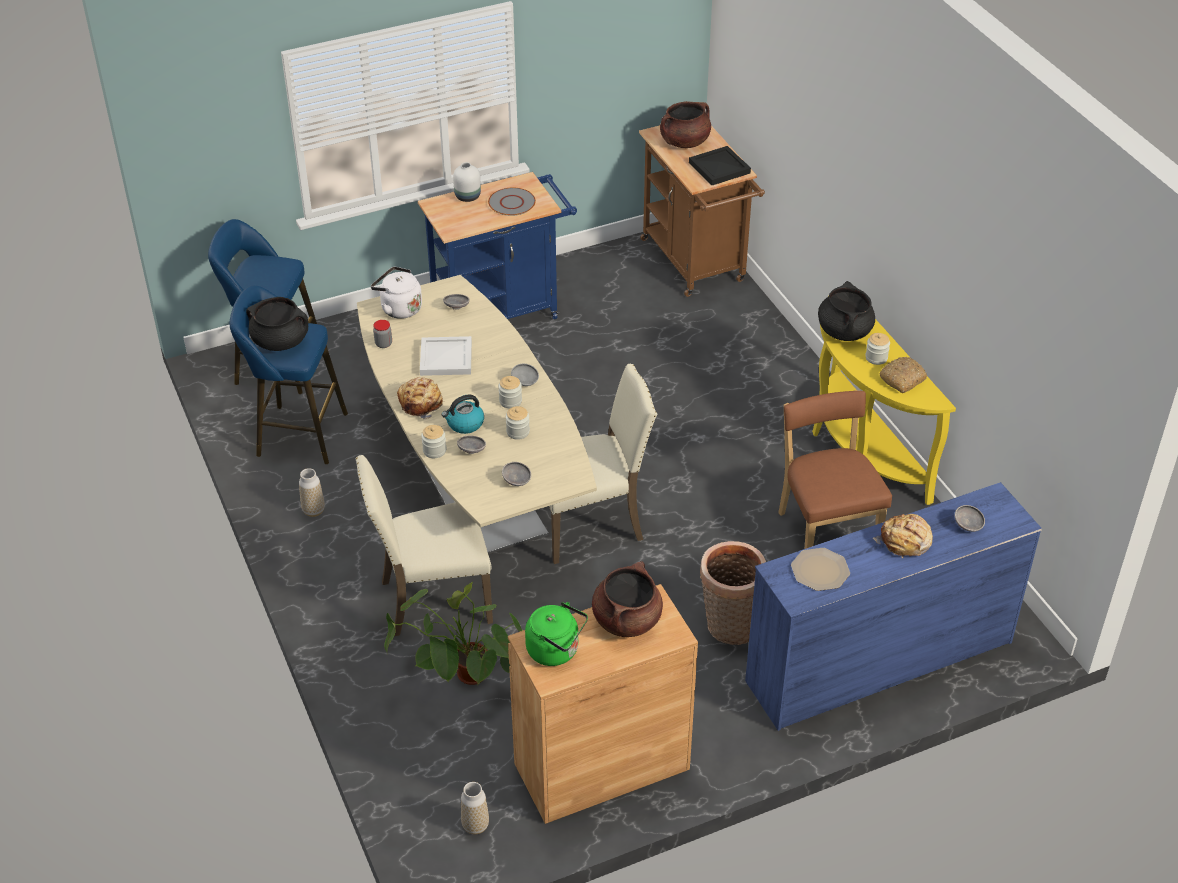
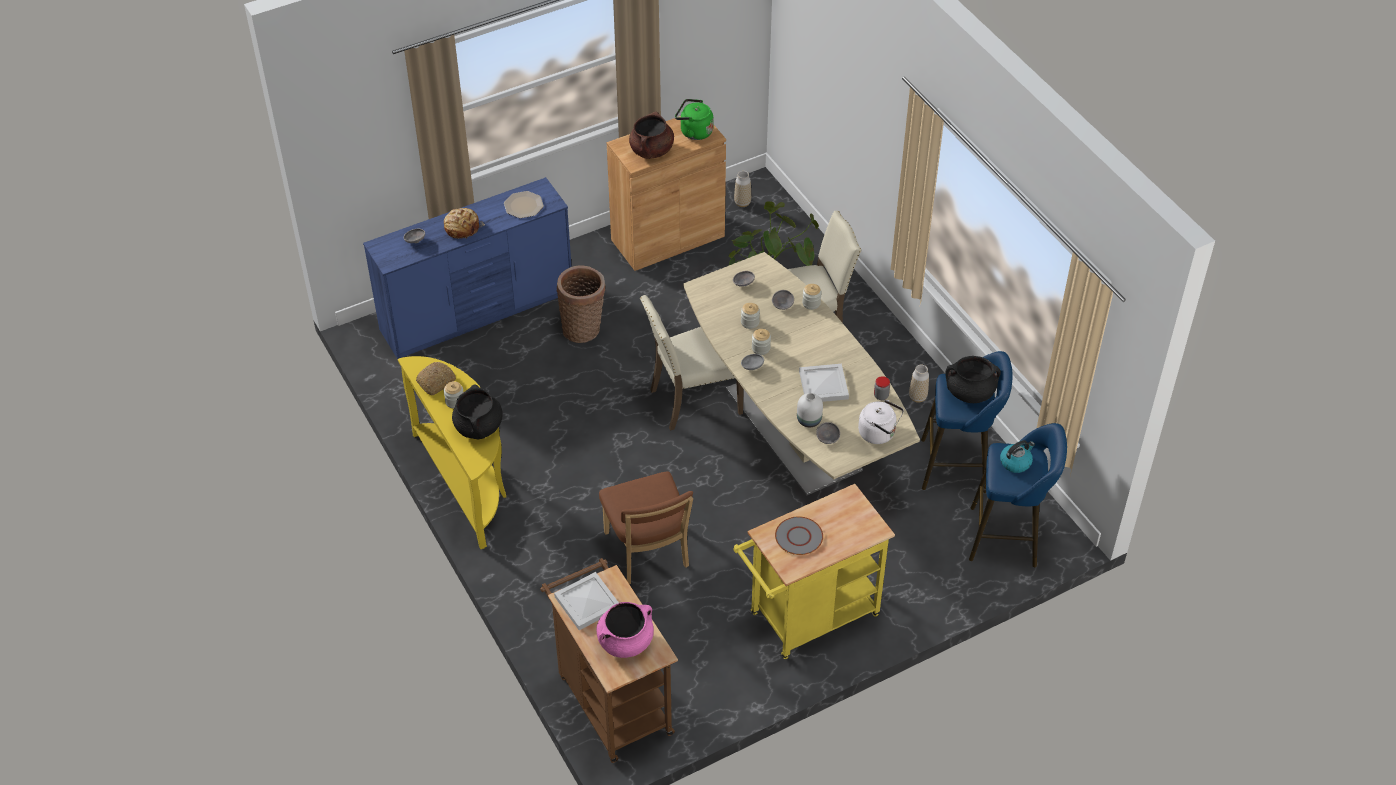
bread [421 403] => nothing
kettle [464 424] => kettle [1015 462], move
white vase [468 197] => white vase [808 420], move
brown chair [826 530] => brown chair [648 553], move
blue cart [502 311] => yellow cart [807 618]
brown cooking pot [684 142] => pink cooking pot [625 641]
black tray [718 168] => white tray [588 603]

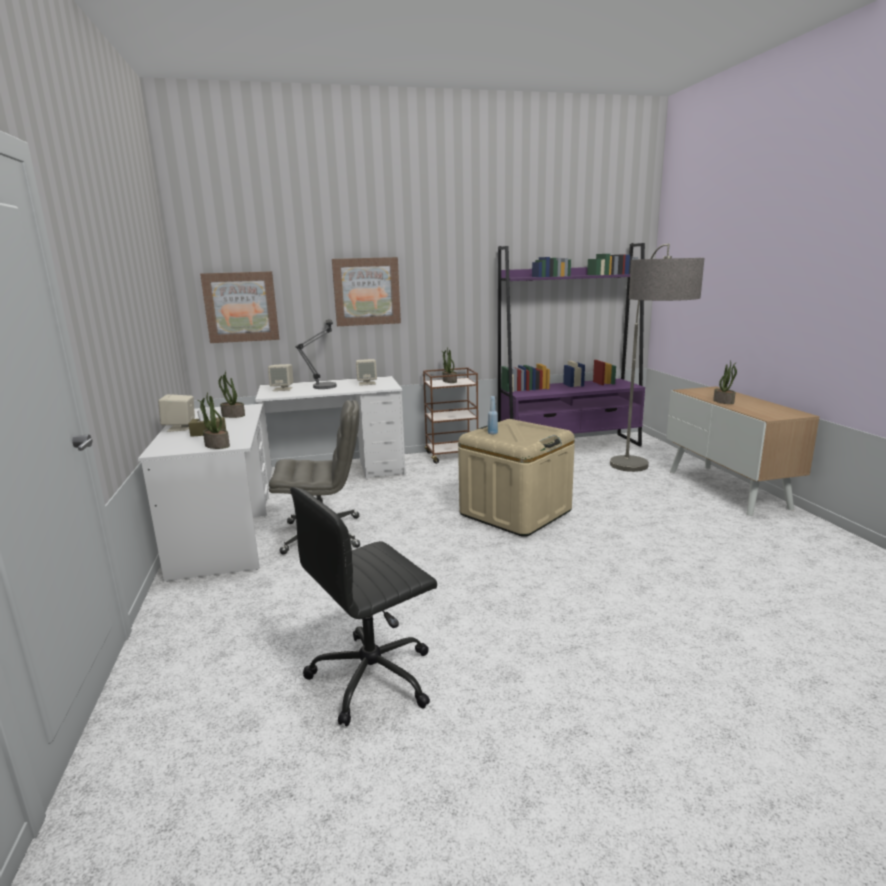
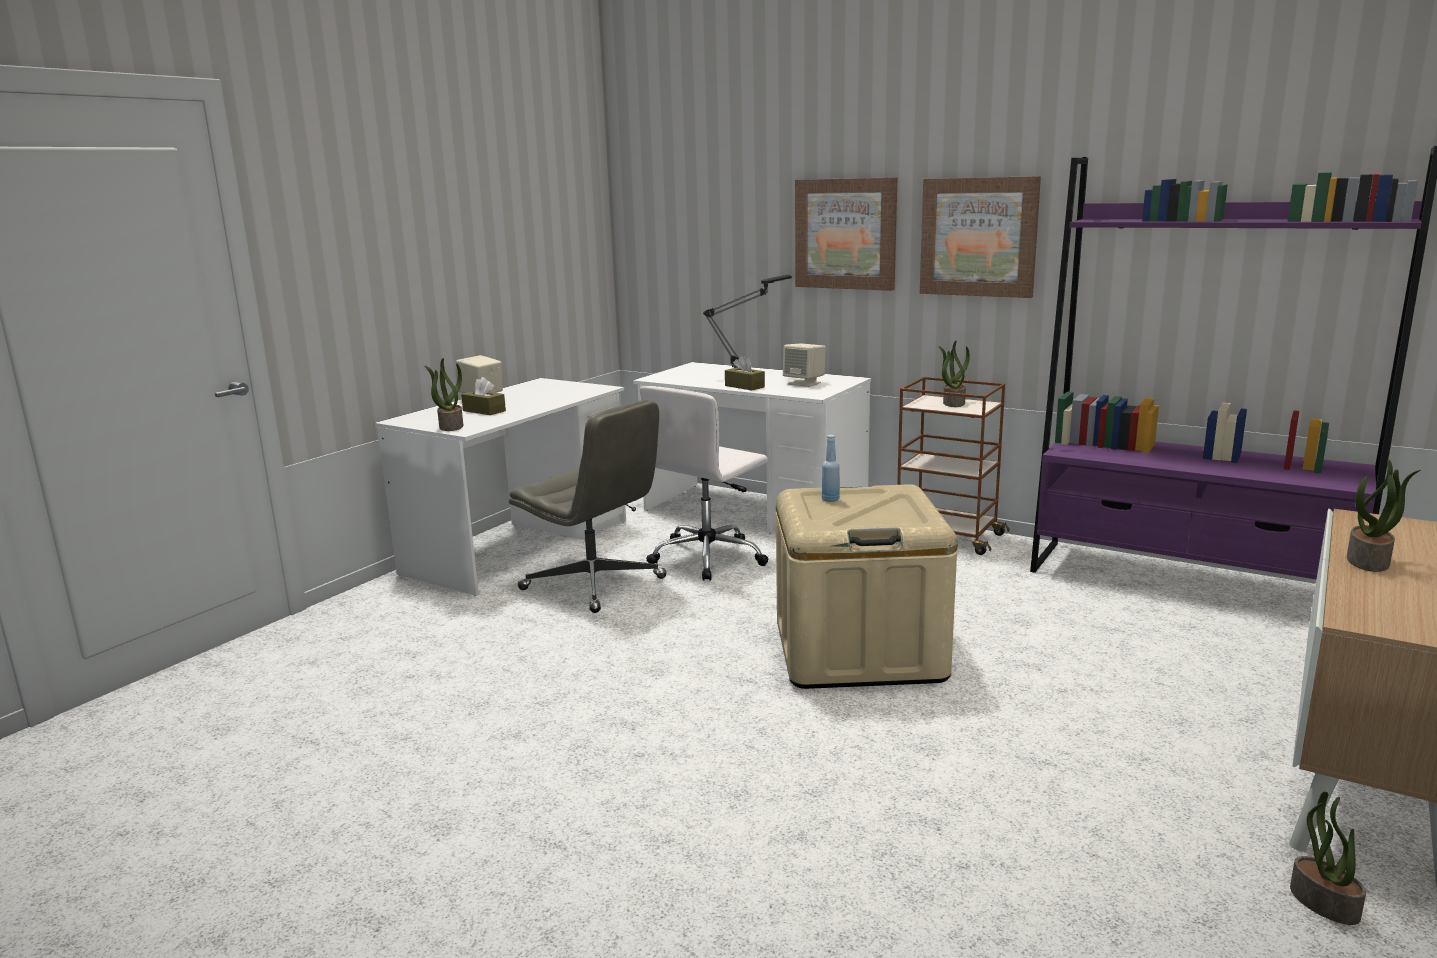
beige speaker [283 389] => nothing
black office chair [374 677] => nothing
floor lamp [641 481] => nothing
nothing => white office chair [709 557]
nothing => brown tissue box [744 386]
picture [241 307] => picture [978 237], move
potted plant [232 415] => potted plant [1322 903], move

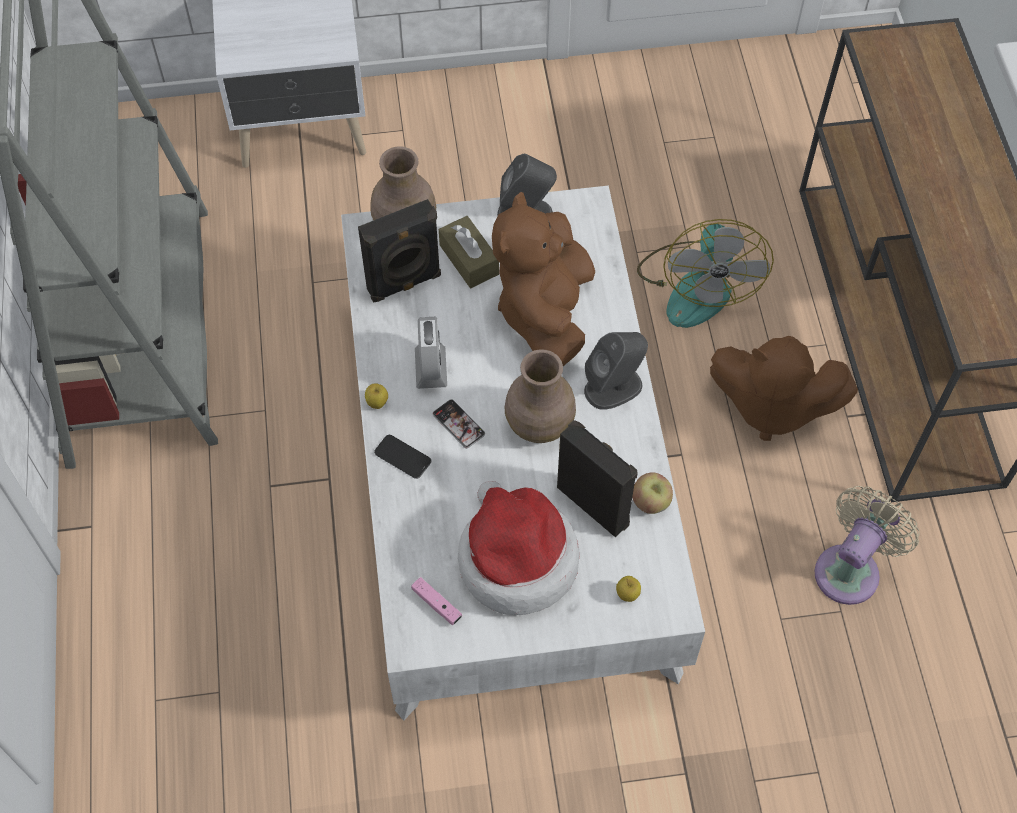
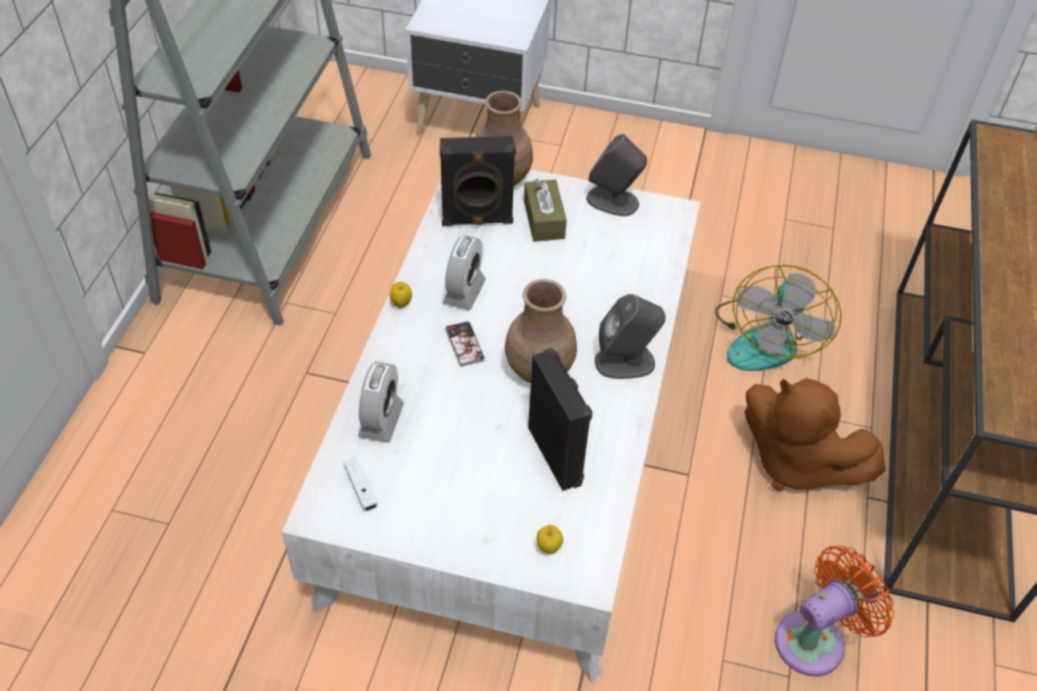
phone [402 457] => nothing
hat [515 559] => nothing
brown plush toy [545 312] => nothing
apple [651 502] => nothing
nothing => alarm clock [381 420]
pink game controller [436 604] => white game controller [360 488]
beige fan [851 569] => orange fan [816 639]

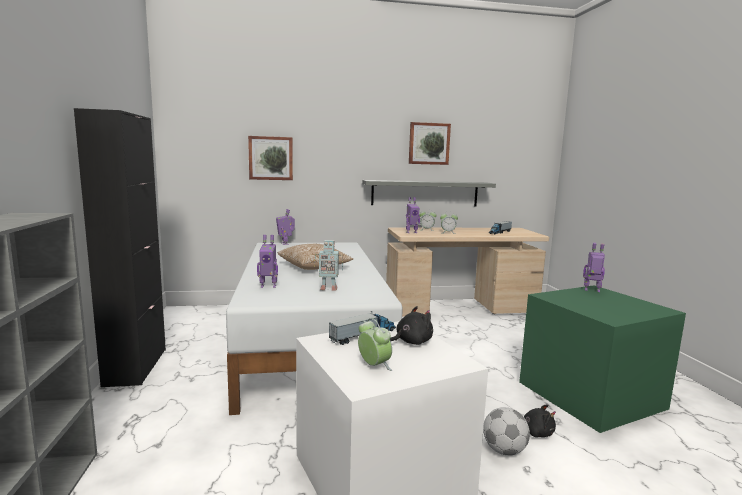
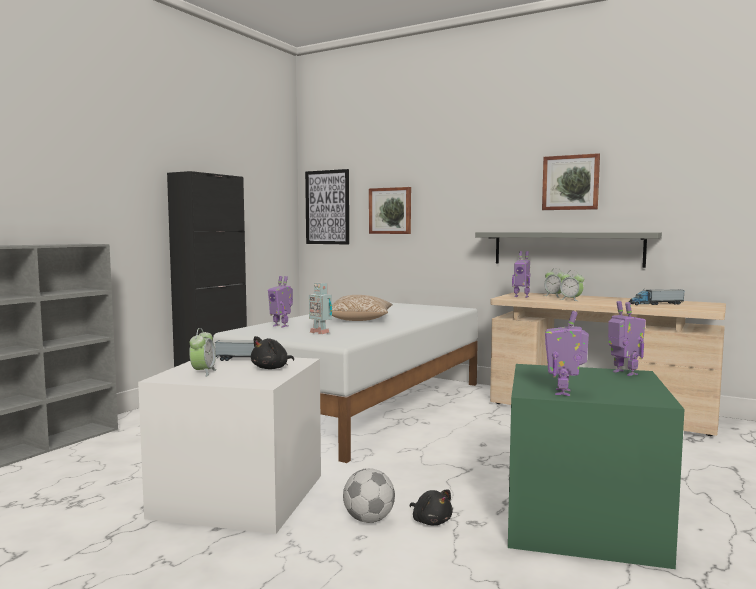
nothing => picture [327 207]
toy robot [285 243] => toy robot [564 392], move
black plush toy [411 342] => black plush toy [272 368], 120 degrees clockwise

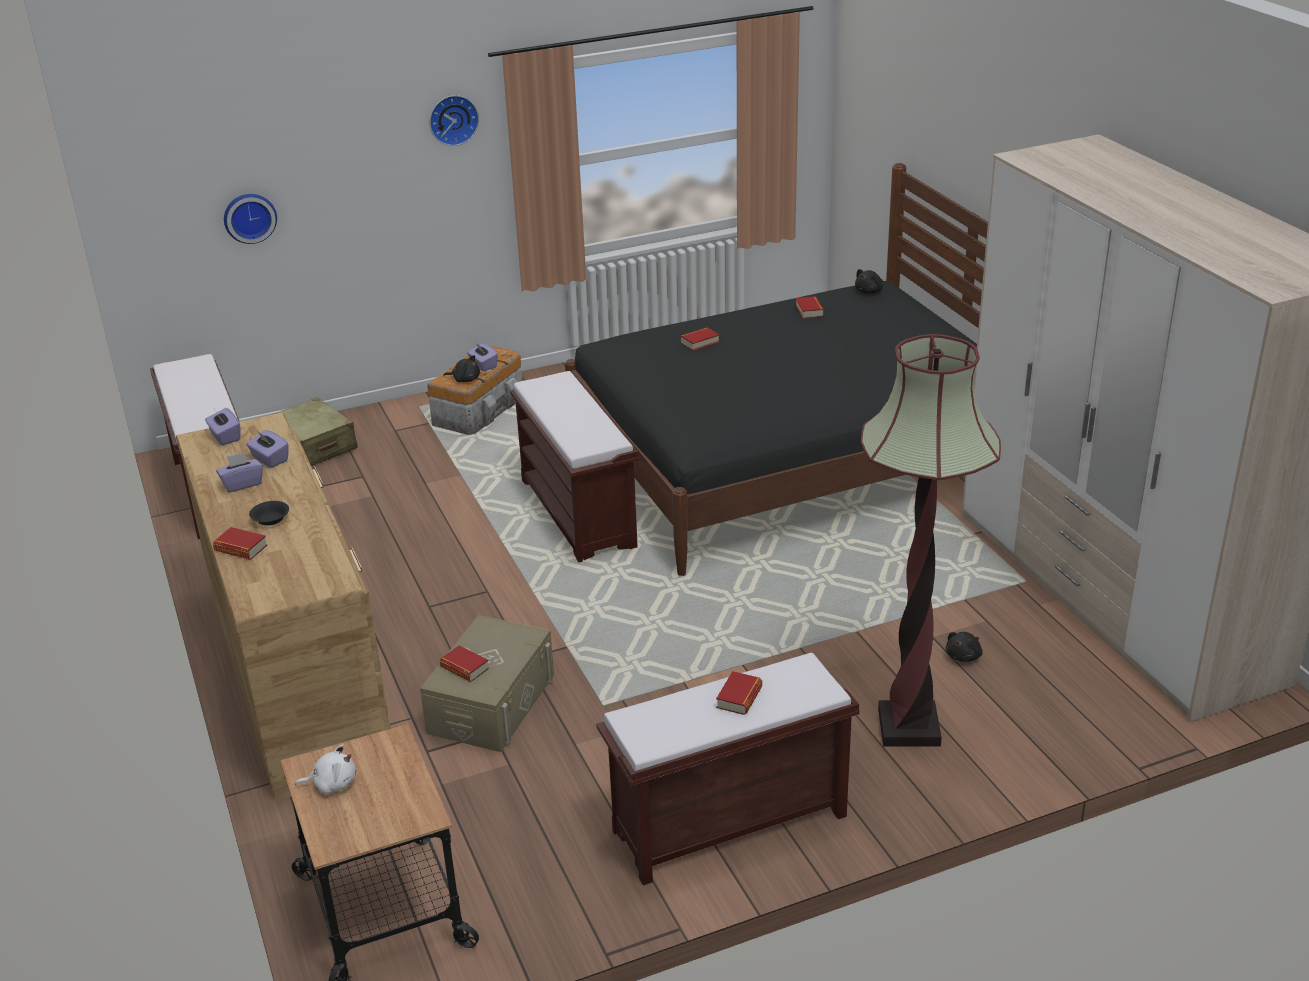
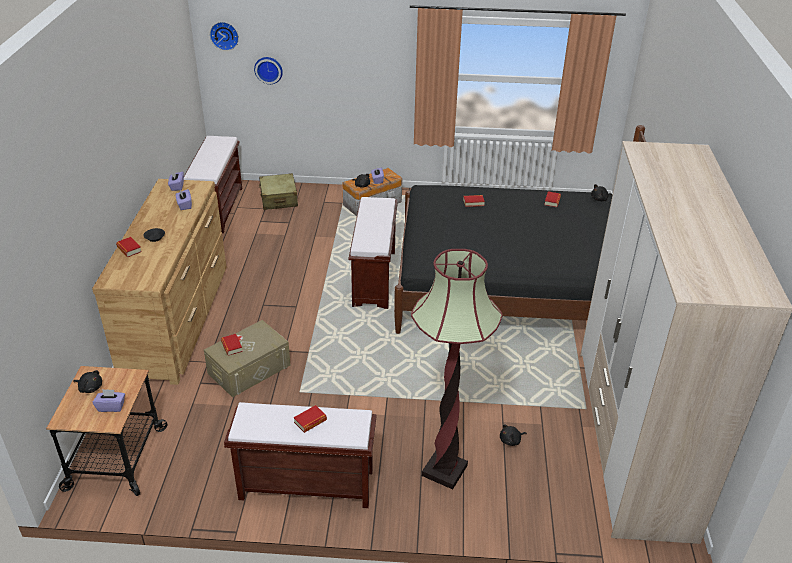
purple tissue box [242 484] => purple tissue box [111 406], move
wall clock [453 119] => wall clock [224 35], move
white plush toy [332 784] => black plush toy [90 388]

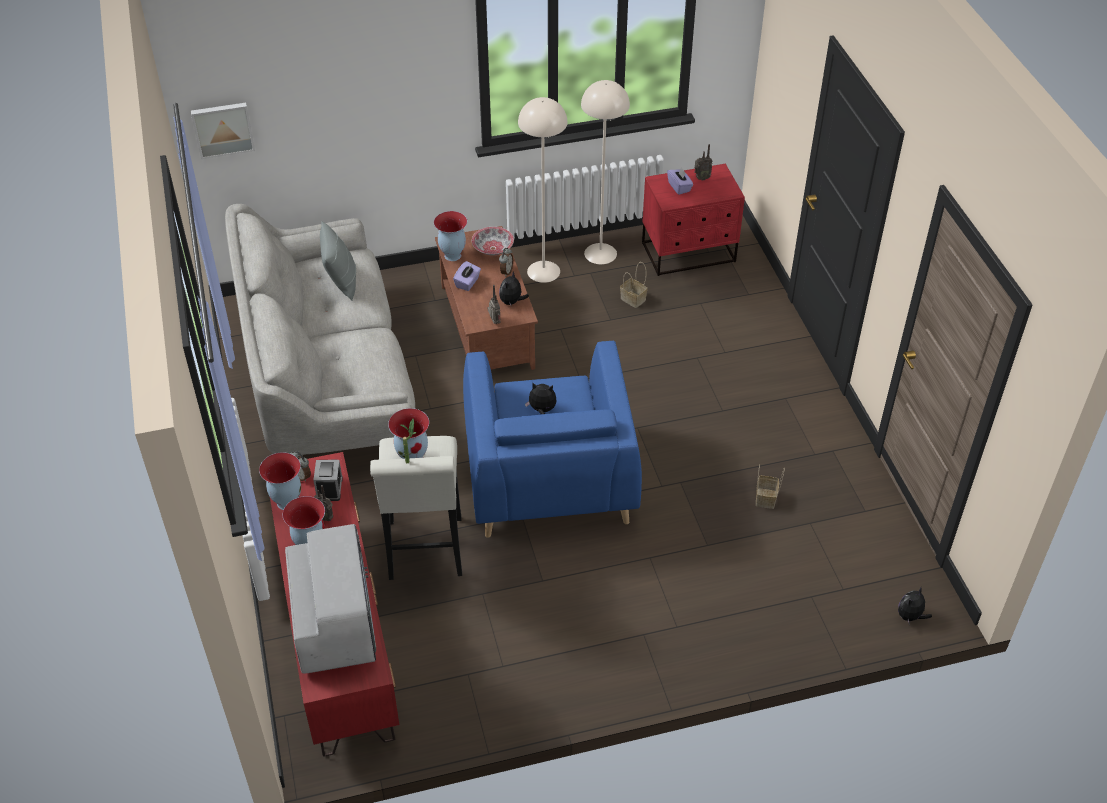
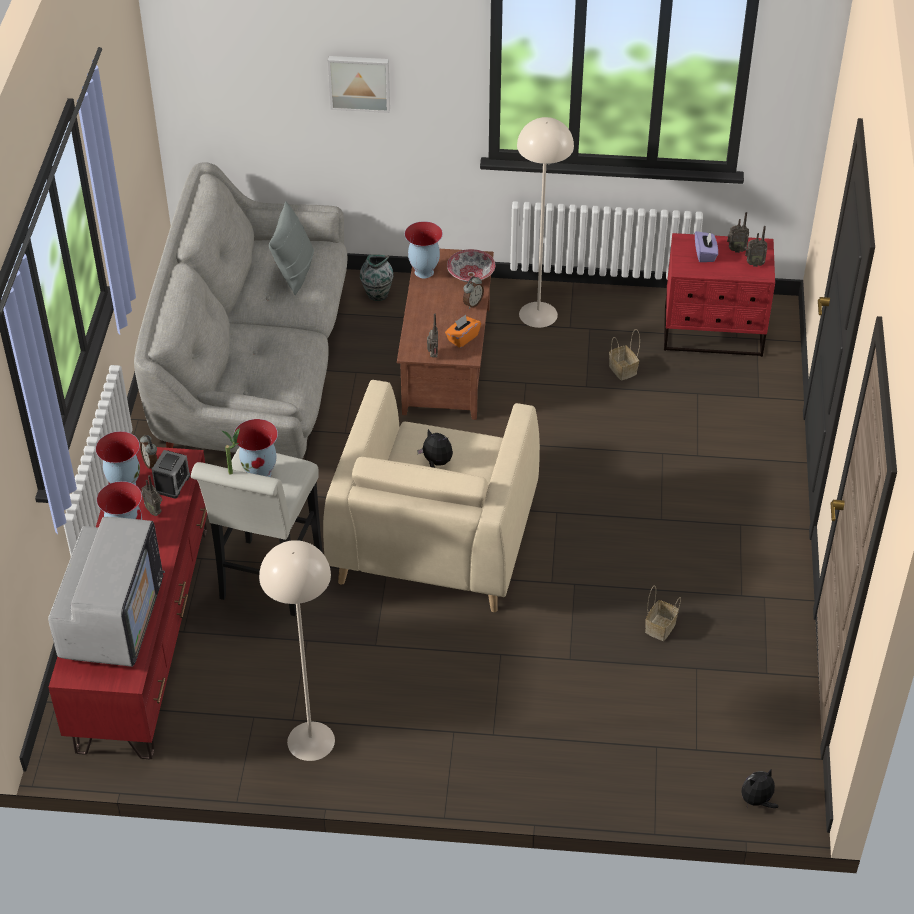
purple tissue box [467 283] => nothing
nothing => vase [377 294]
nothing => radio [754 263]
picture [223 129] => picture [359 82], move
beige floor lamp [600 253] => beige floor lamp [310 741], move
plush toy [512 302] => orange tissue box [462 338]
blue armchair [549 479] => beige armchair [434 542]

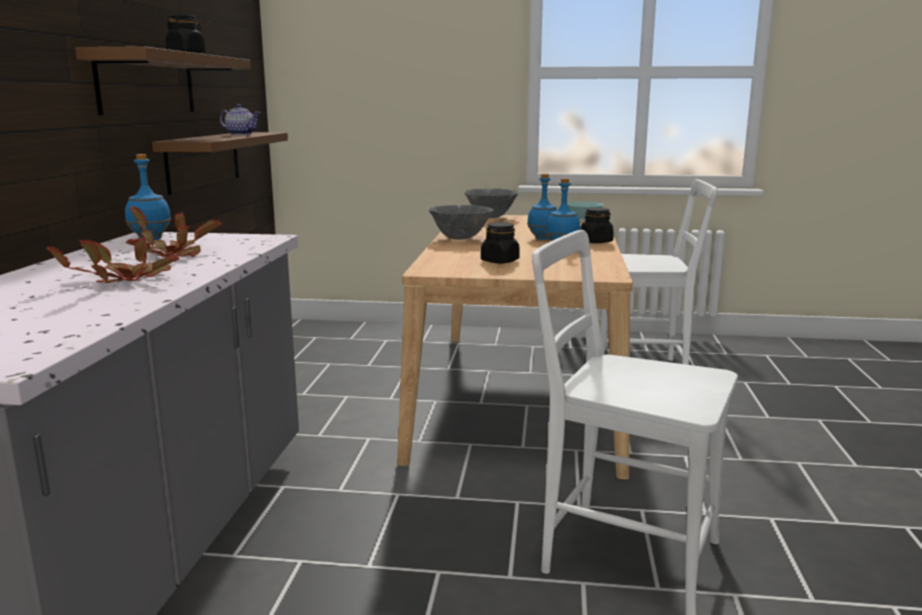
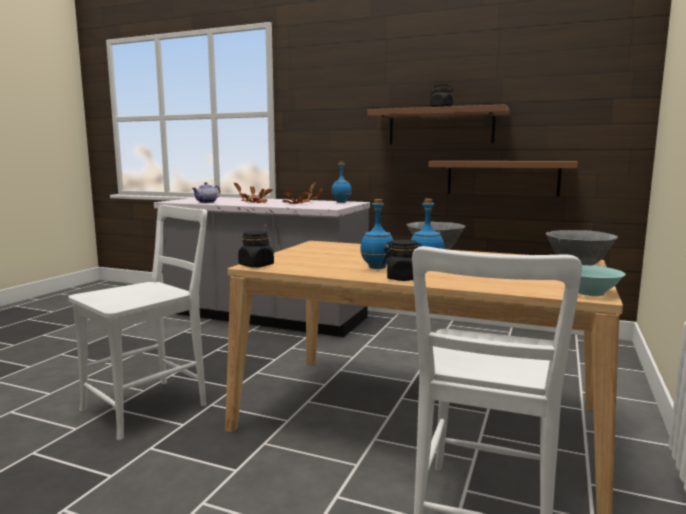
teapot [242 134] => teapot [207 202], move
black jar [500 261] => black jar [256 265], move

